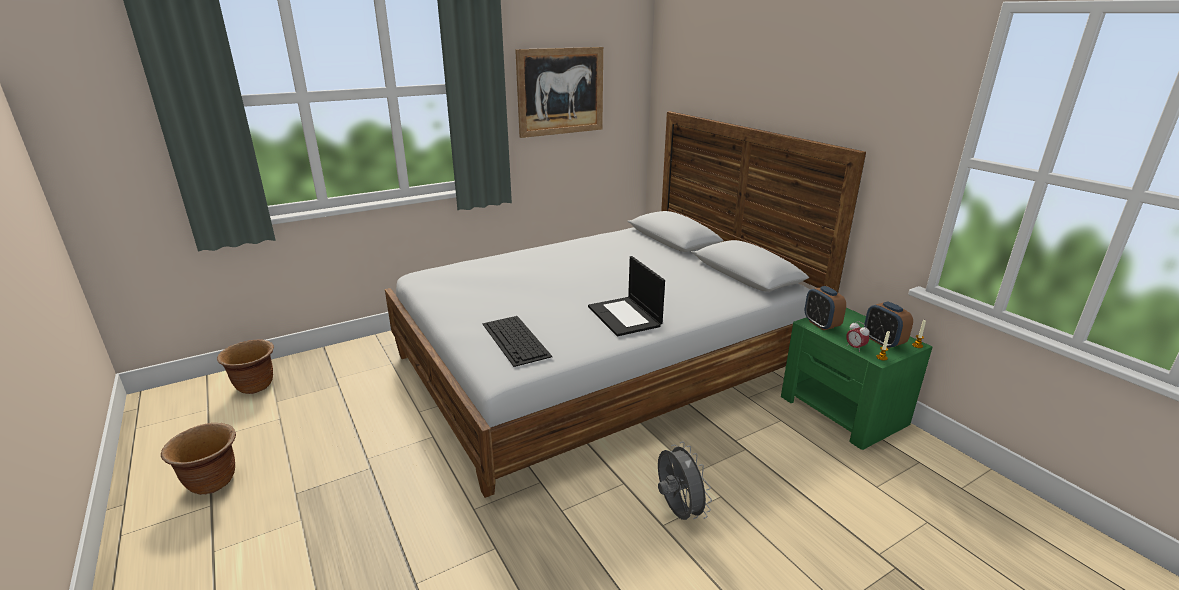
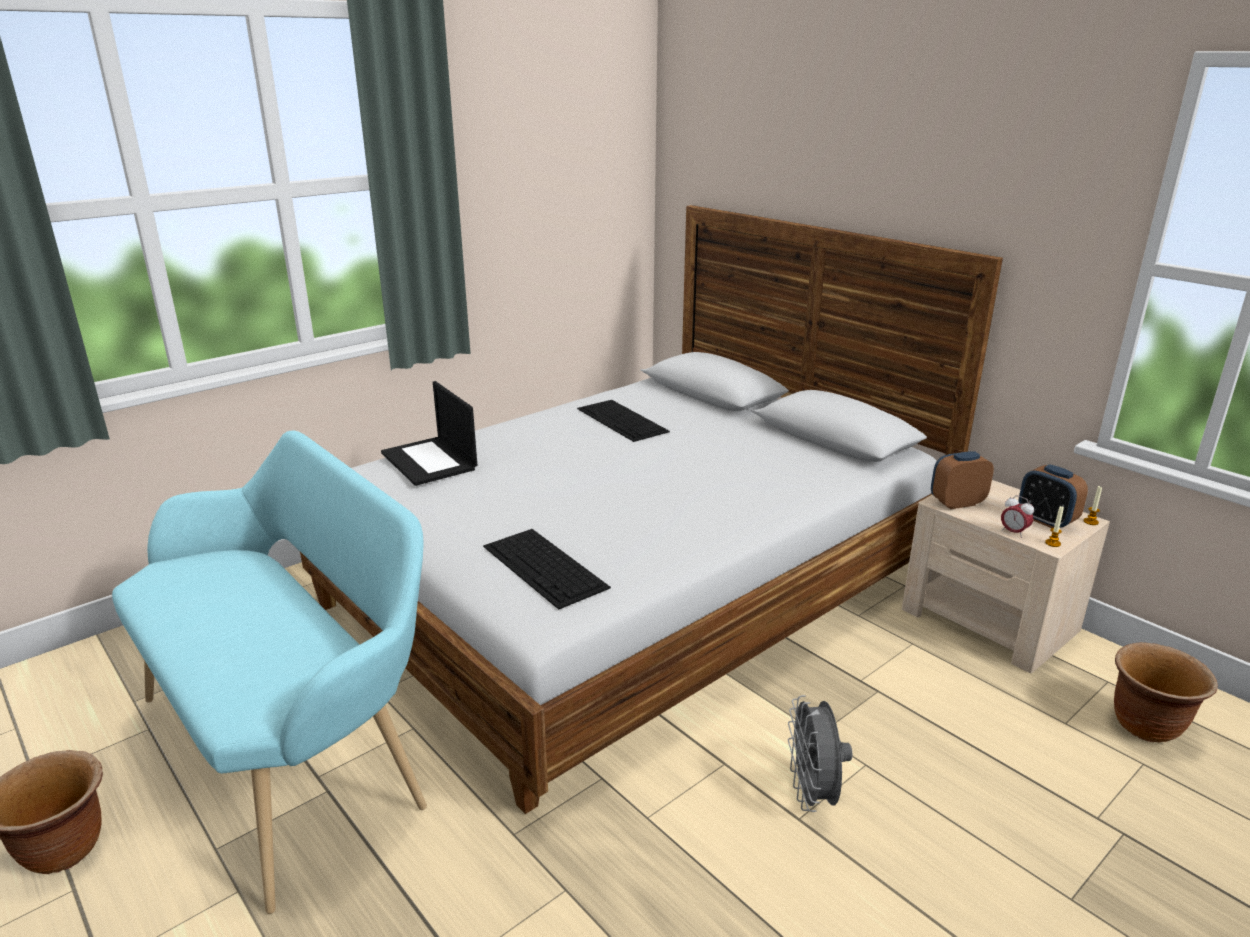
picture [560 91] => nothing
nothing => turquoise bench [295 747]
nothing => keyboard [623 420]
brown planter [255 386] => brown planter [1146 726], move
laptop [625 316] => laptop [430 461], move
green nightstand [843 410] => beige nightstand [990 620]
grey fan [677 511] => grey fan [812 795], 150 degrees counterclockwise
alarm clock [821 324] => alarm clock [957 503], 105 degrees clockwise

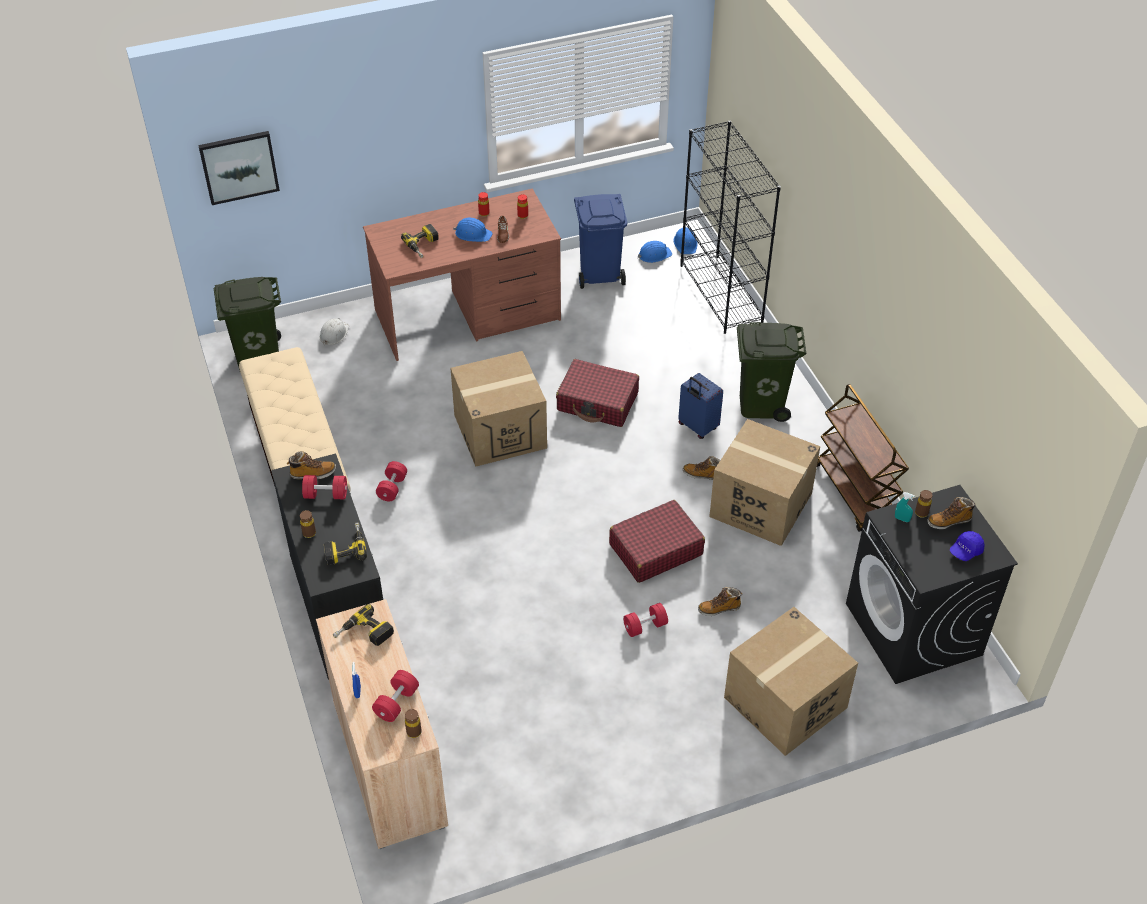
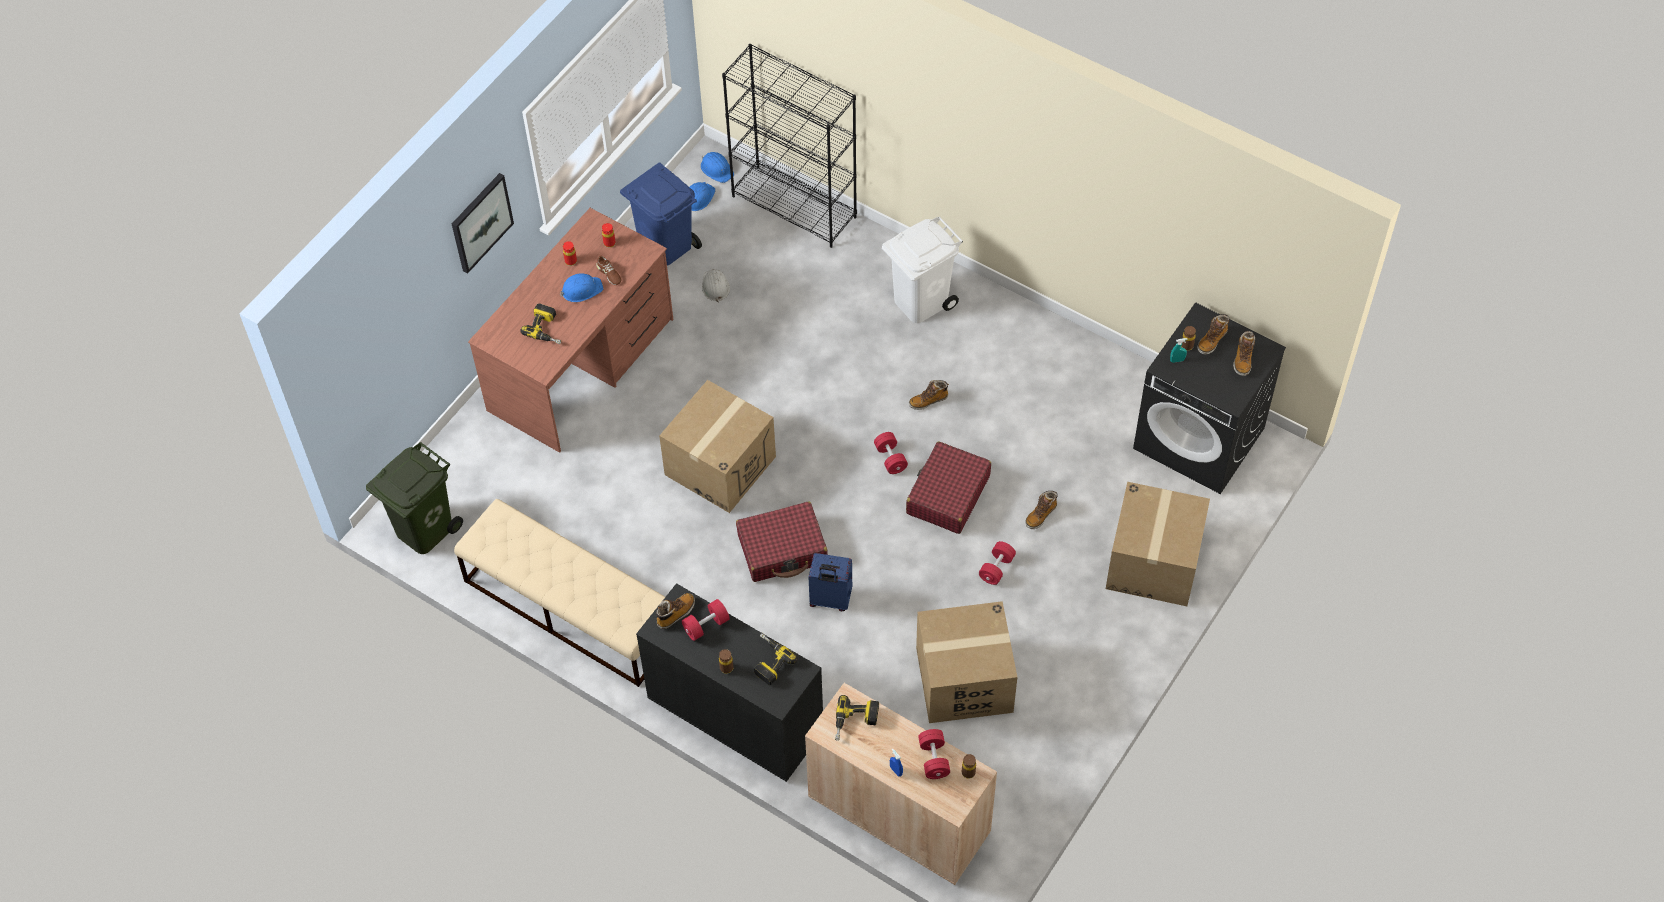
brown cart [855 493] => nothing
picture [239 167] => picture [481 222], move
white hard hat [334 334] => white hard hat [715 286], move
red dumbbell [392 488] => red dumbbell [890 458], move
red suitcase [598 402] => red suitcase [782 549], move
blue suitcase [697 427] => blue suitcase [830 600], move
cardboard box [760 505] => cardboard box [964 680], move
blue cap [965 551] => boot [1243 359]
green trash can [761 403] => white trash can [920 301]

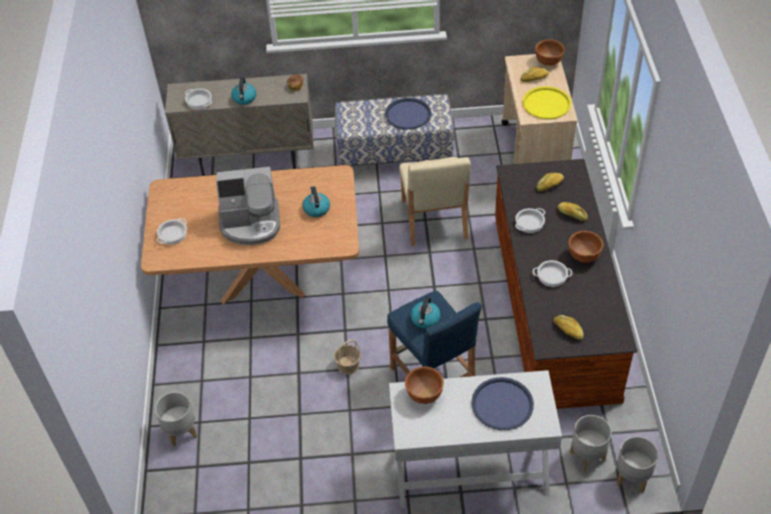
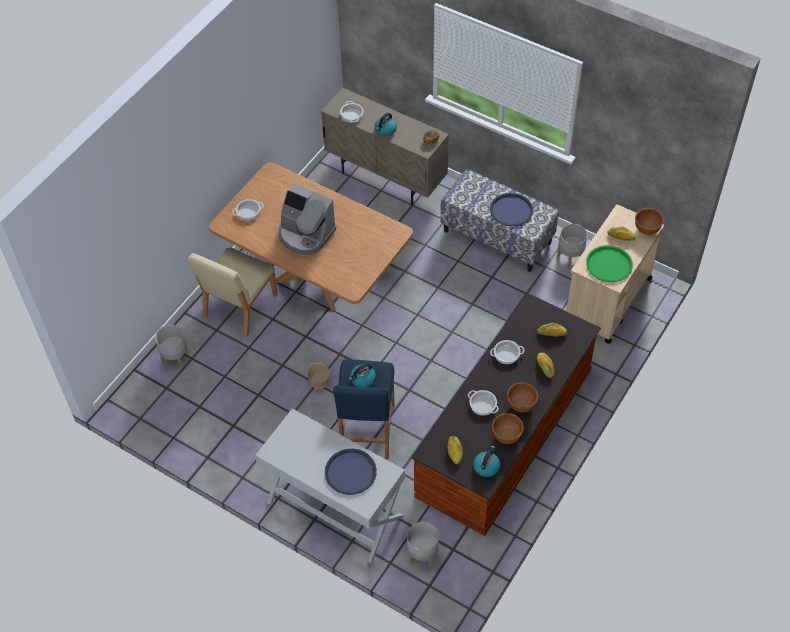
kettle [316 208] => kettle [486 466], move
beige chair [433 220] => beige chair [239 306], move
brown bowl [424 394] => brown bowl [506 435], move
grey planter [631 477] => grey planter [569 257], move
yellow tray [546 103] => green tray [609 264]

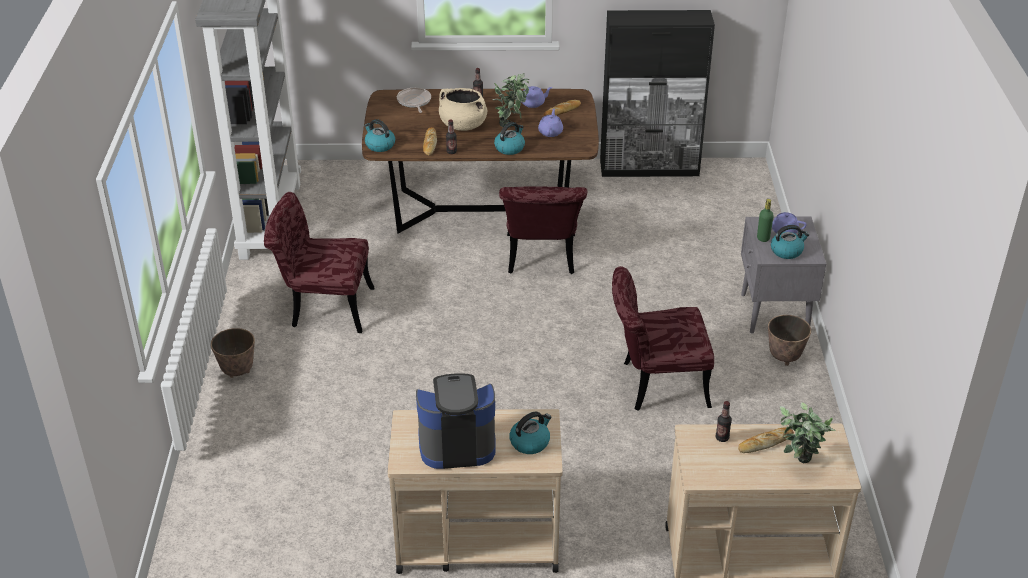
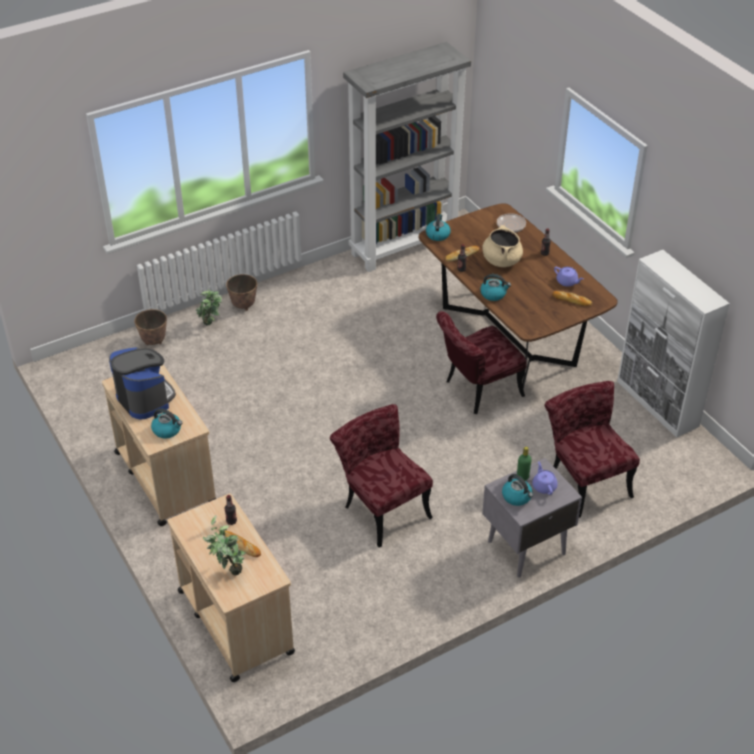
purple teapot [550 132] => nothing
red chair [323 307] => red chair [584 480], move
potted plant [511 125] => potted plant [212 326], move
planter [784 358] => planter [153 341], move
black cabinet [650 168] => white cabinet [657 404]

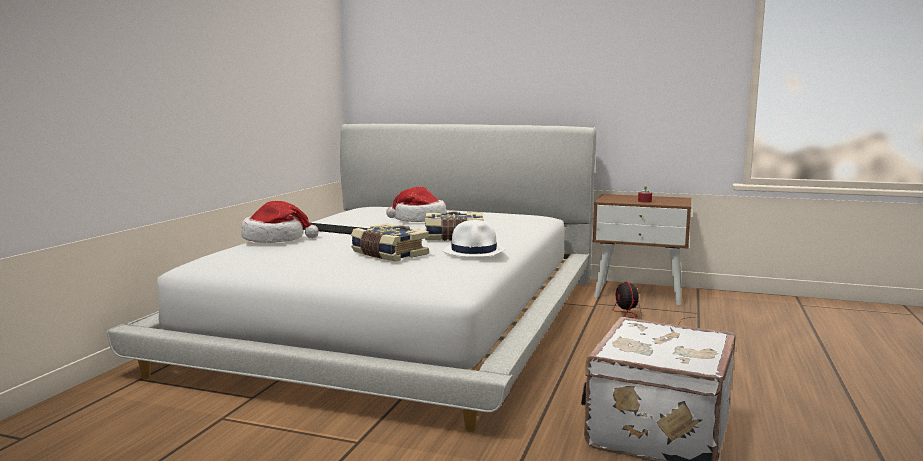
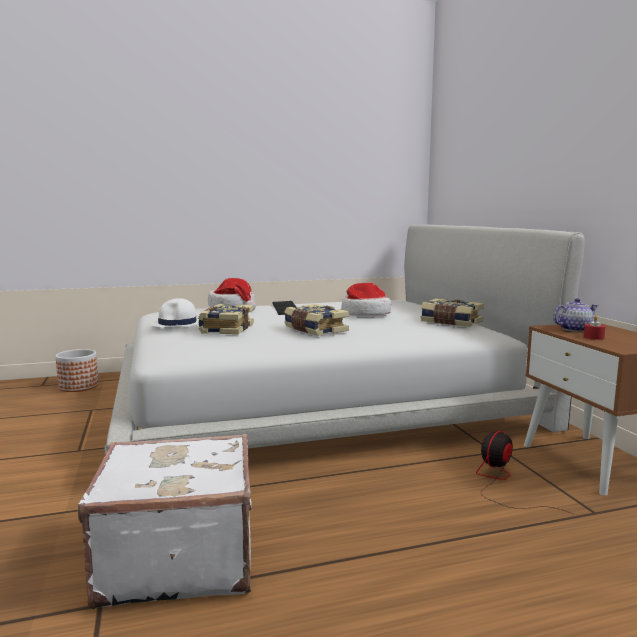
nothing => planter [78 386]
nothing => book [451 322]
nothing => teapot [574 329]
white hat [474 251] => white hat [177 324], move

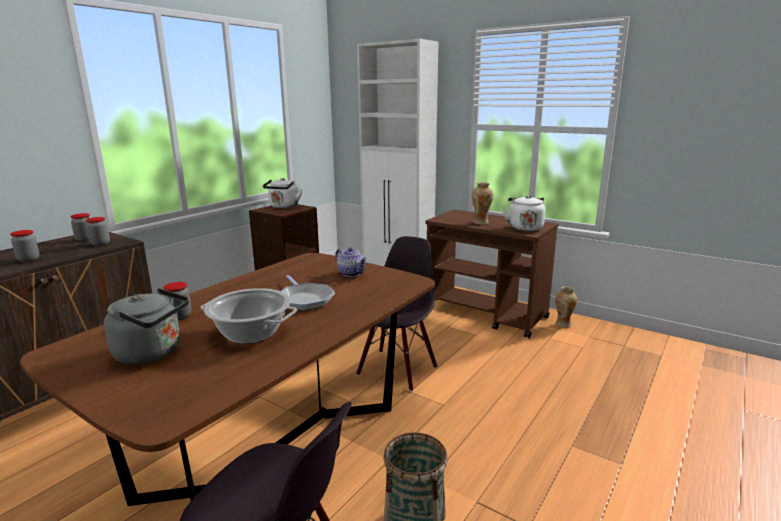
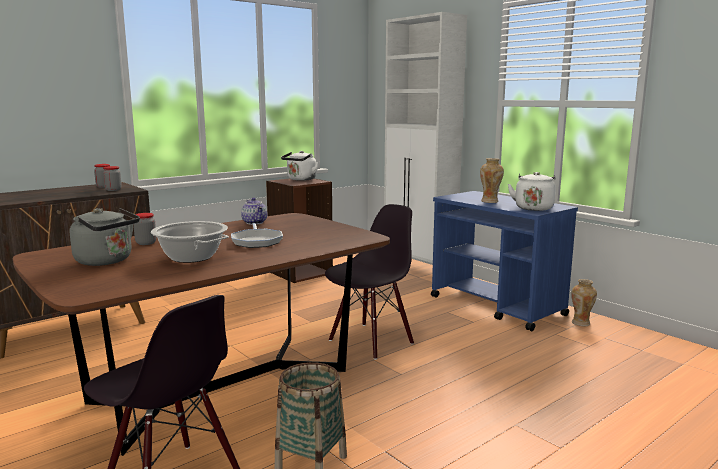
jar [28 259] => nothing
teapot [352 273] => teapot [255 222], move
brown cart [486 314] => blue cart [497 306]

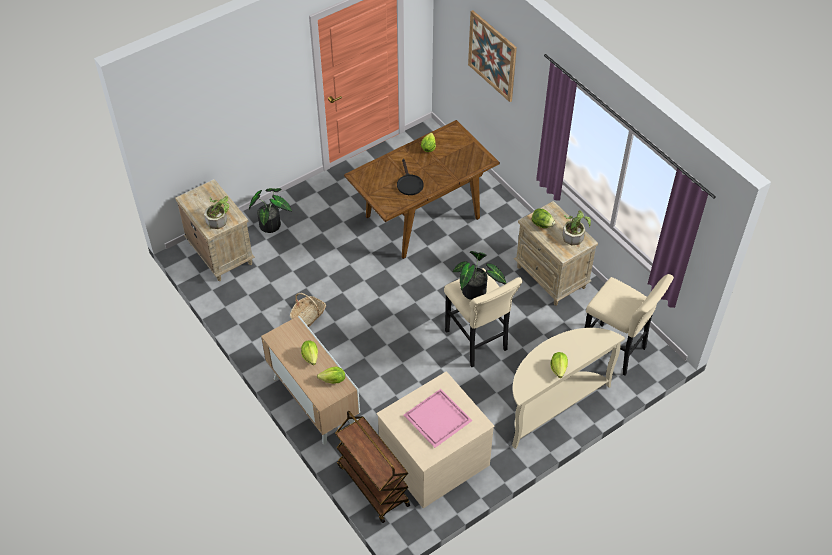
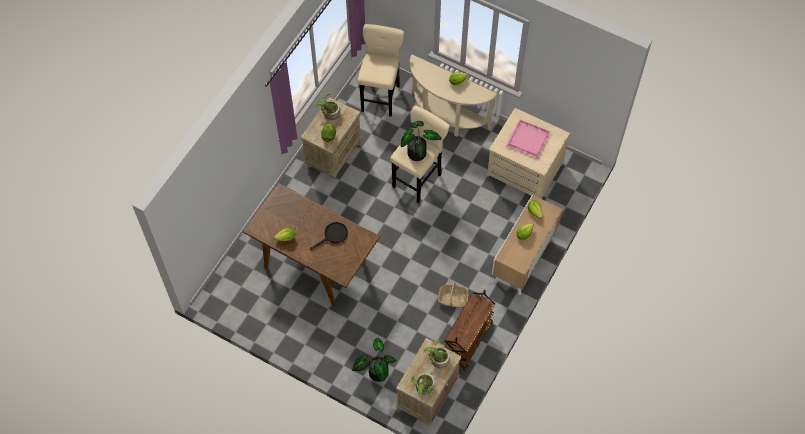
picture [492 55] => nothing
nothing => potted plant [423 388]
brown cart [372 485] => brown cart [468 341], move

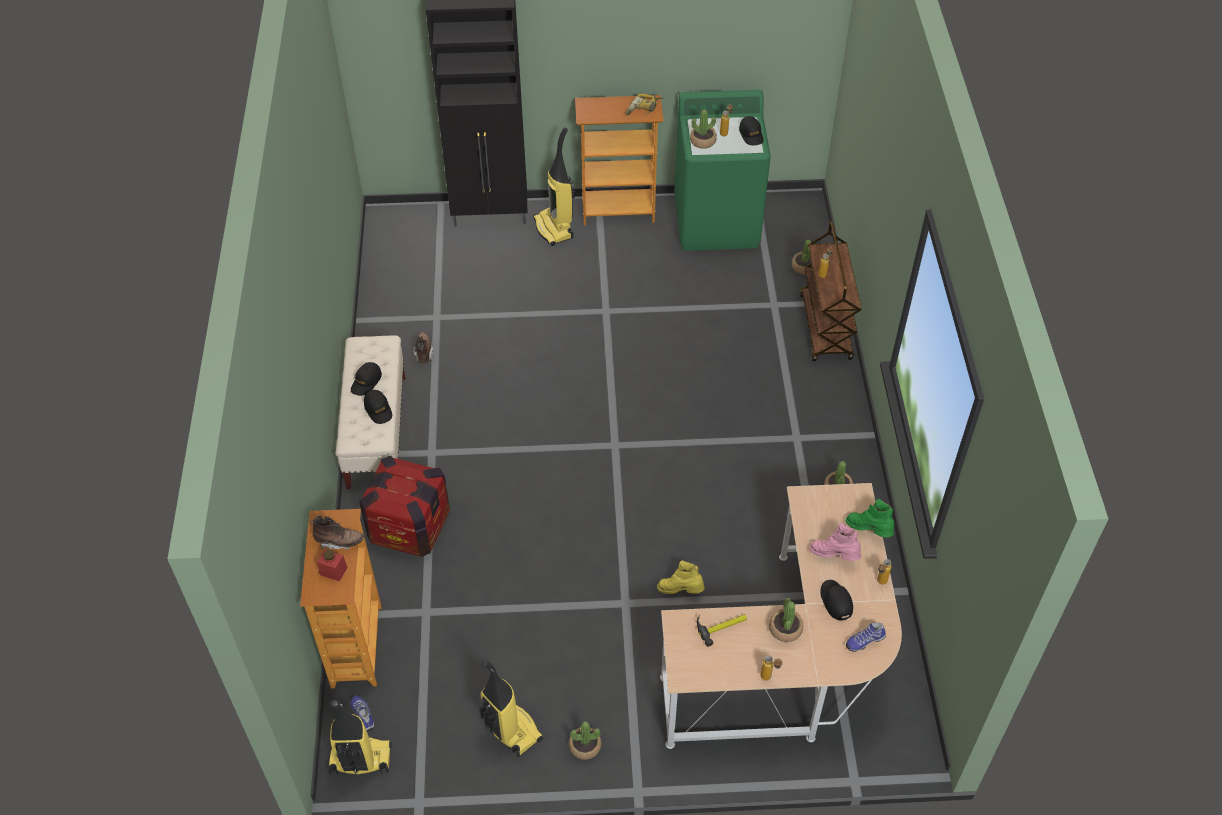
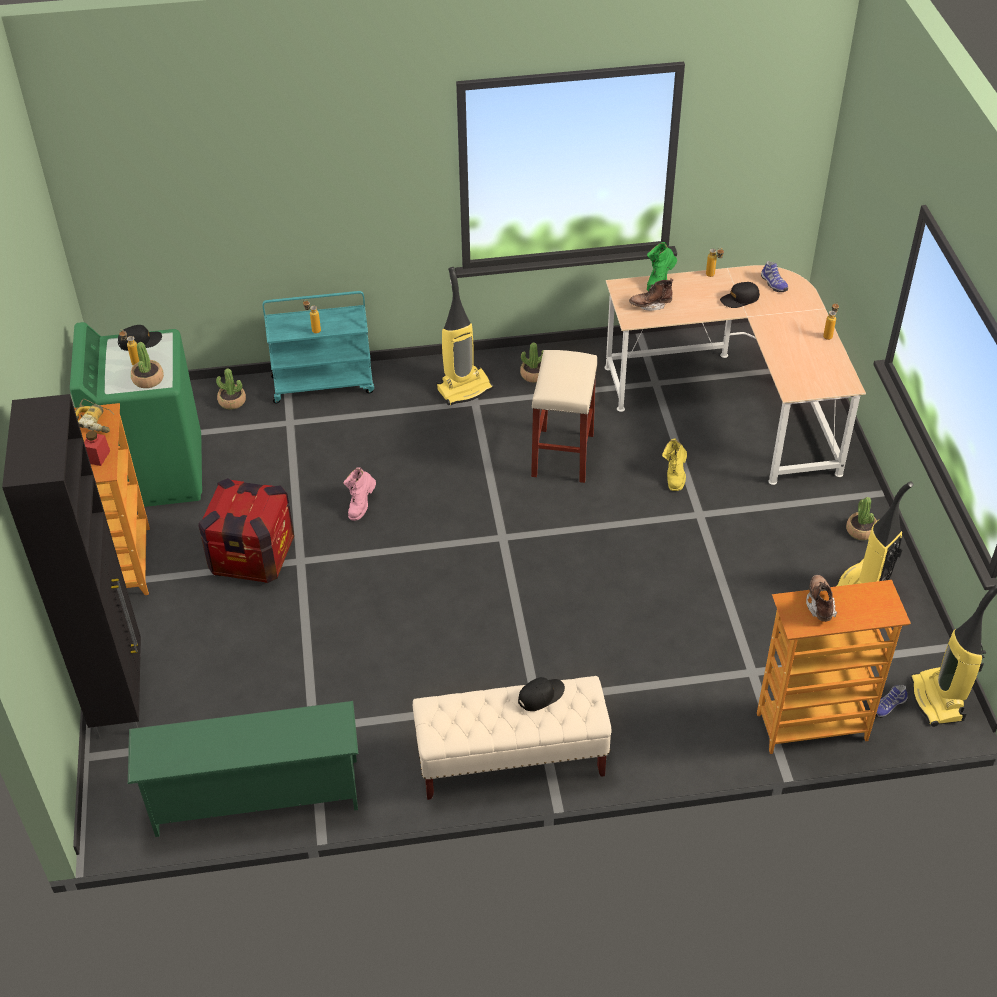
black cap [366 382] => nothing
hammer [721 625] => nothing
potted plant [785 629] => nothing
nothing => green shoe rack [255 799]
nothing => beige stool [562 454]
red jar [333 571] => red jar [97 457], move
crate [409 527] => crate [252 556], move
brown boot [423 352] => brown boot [650 305], move
vacuum cleaner [554 228] => vacuum cleaner [464 388], move
pink boot [834 556] => pink boot [361 505], move
brown cart [825 328] => turquoise cart [323 384]

